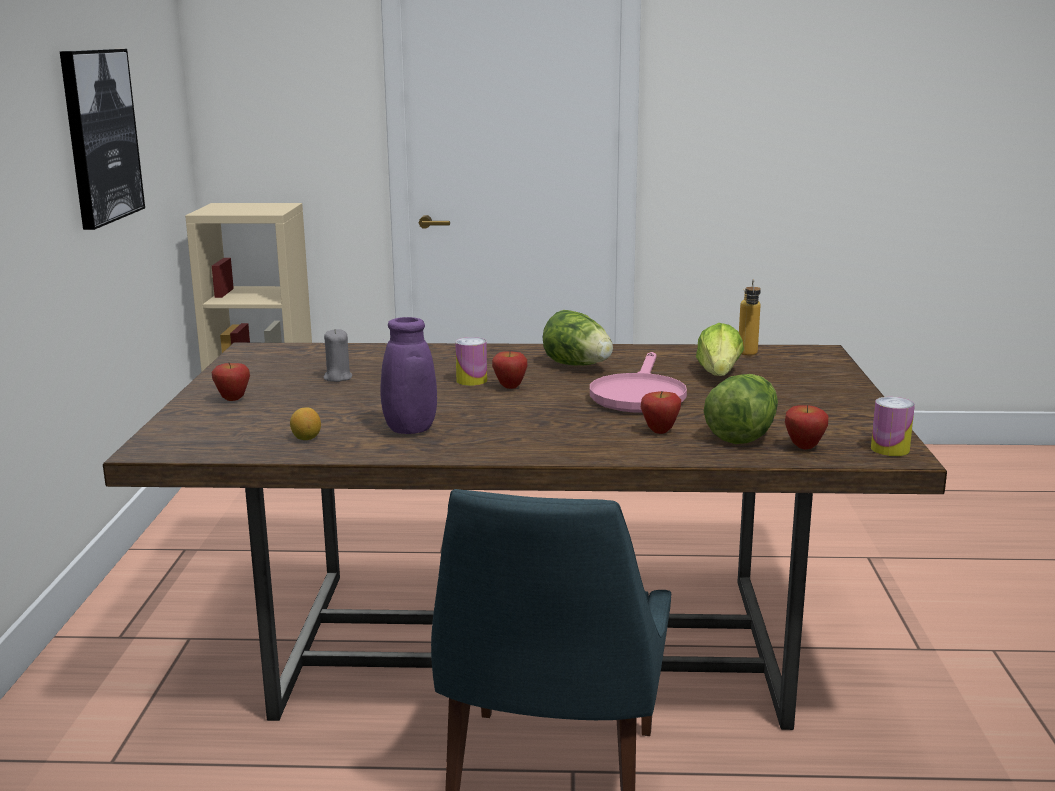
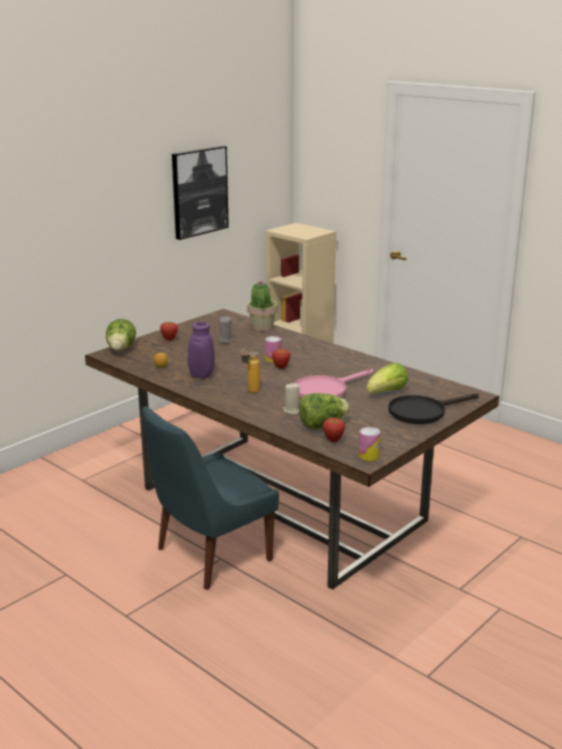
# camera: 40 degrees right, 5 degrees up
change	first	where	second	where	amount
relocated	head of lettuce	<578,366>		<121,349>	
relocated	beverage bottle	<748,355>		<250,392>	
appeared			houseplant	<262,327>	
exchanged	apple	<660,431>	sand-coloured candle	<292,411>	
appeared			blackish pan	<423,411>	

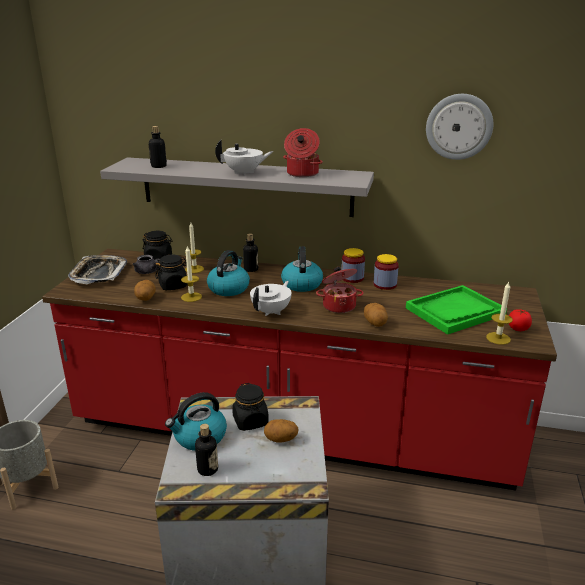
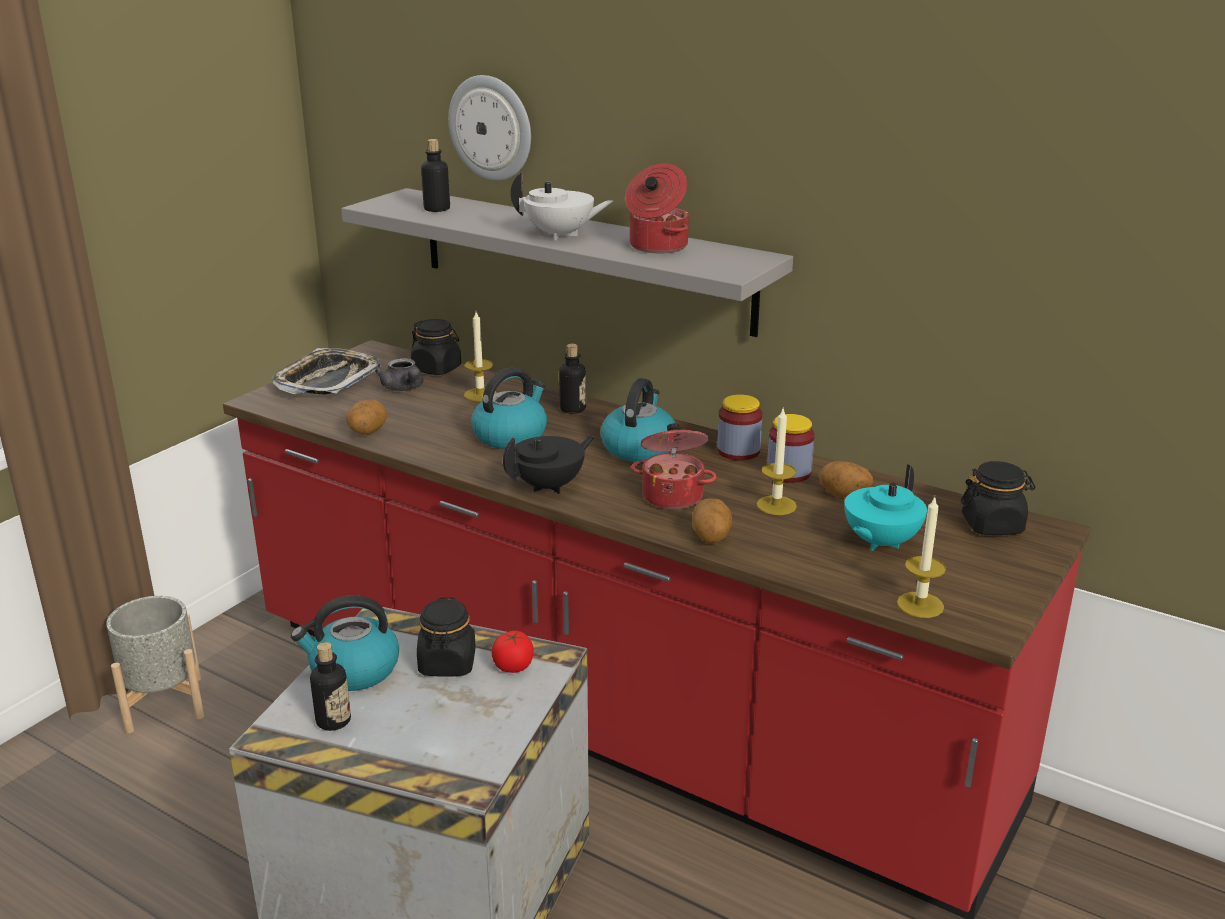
# camera: 20 degrees right, 0 degrees up
change	first	where	second	where	amount
relocated	wall clock	<459,126>		<491,128>	
relocated	tomato	<518,328>		<513,666>	
colour	white tea pot	<271,311>	blackish tea pot	<550,486>	
relocated	candle	<191,297>		<776,505>	
relocated	spud	<281,440>		<843,495>	
exchanged	greenish serving tray	<455,311>	turquoise-coloured tea pot	<879,542>	
relocated	blackish storage jar	<173,285>		<992,525>	

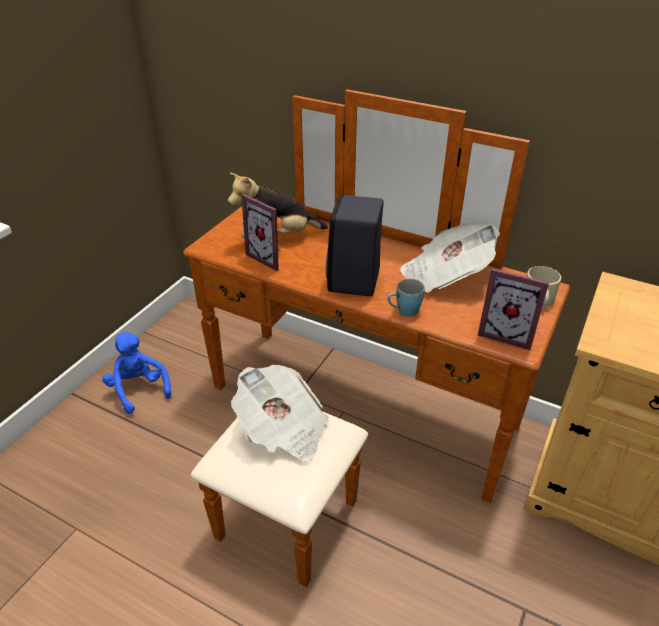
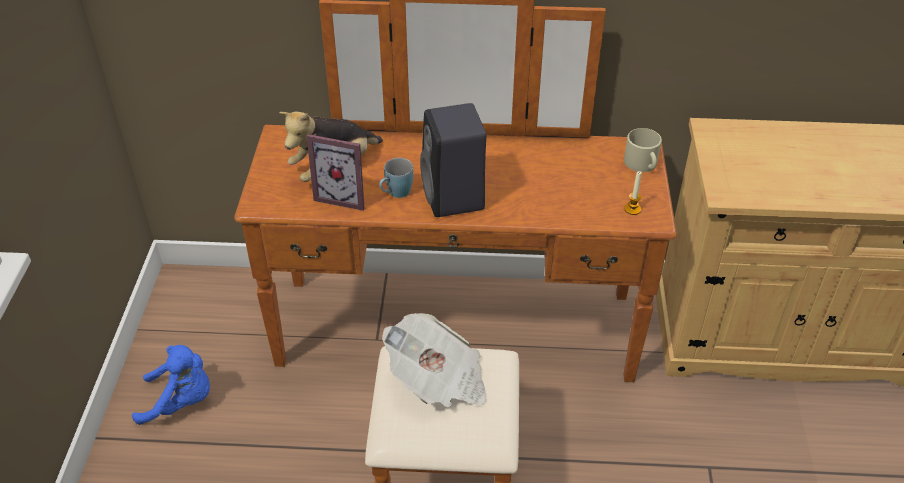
# camera: 25 degrees left, 5 degrees up
change	first	where	second	where	amount
spun	blue soft toy	<139,389>		<181,401>	150 degrees clockwise
relocated	blue coffee mug	<403,311>		<395,193>	
exchanged	photo frame	<506,333>	candle	<632,209>	
missing	newspaper	<445,275>			

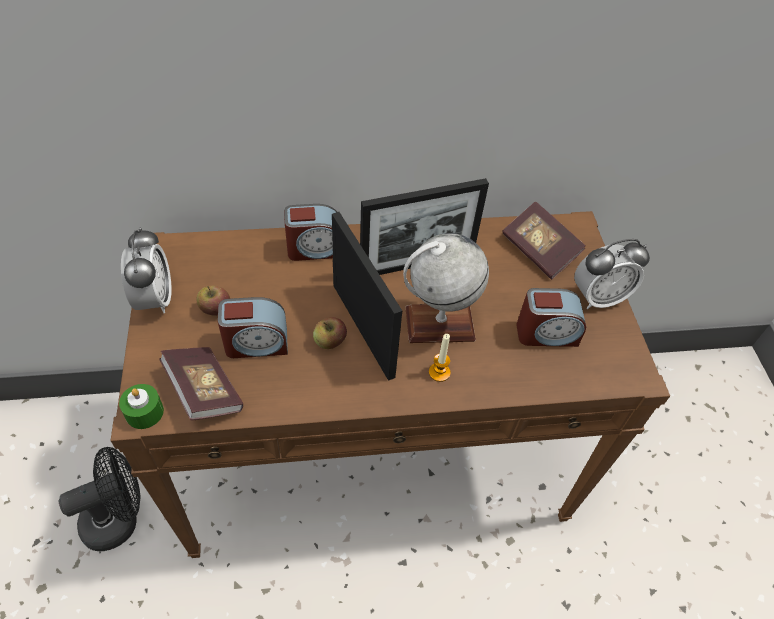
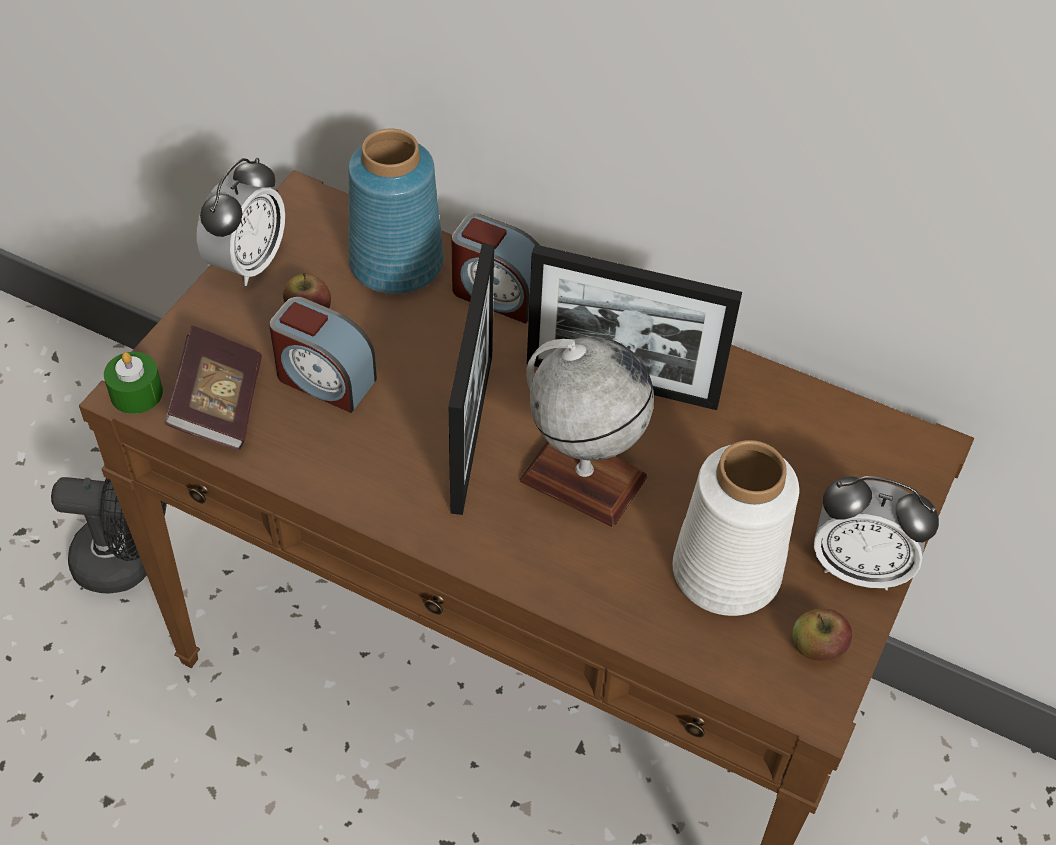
# camera: 35 degrees right, 0 degrees up
change	first	where	second	where	amount
appeared			blue decorative vase	<395,262>	
exchanged	table clock	<546,333>	white decorative vase	<728,572>	
relocated	apple	<330,341>		<817,647>	
missing	candle	<439,372>			
missing	volume	<539,251>			

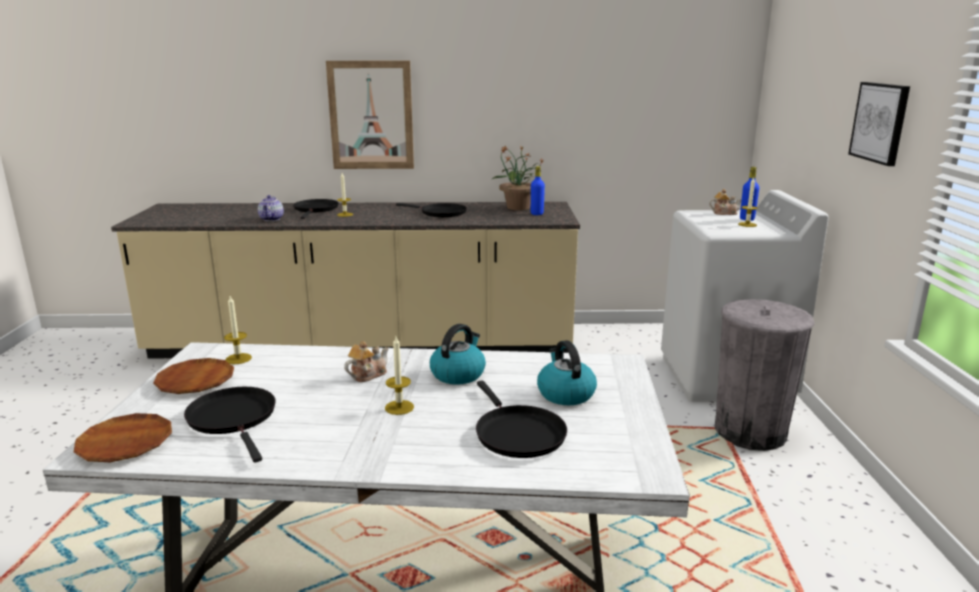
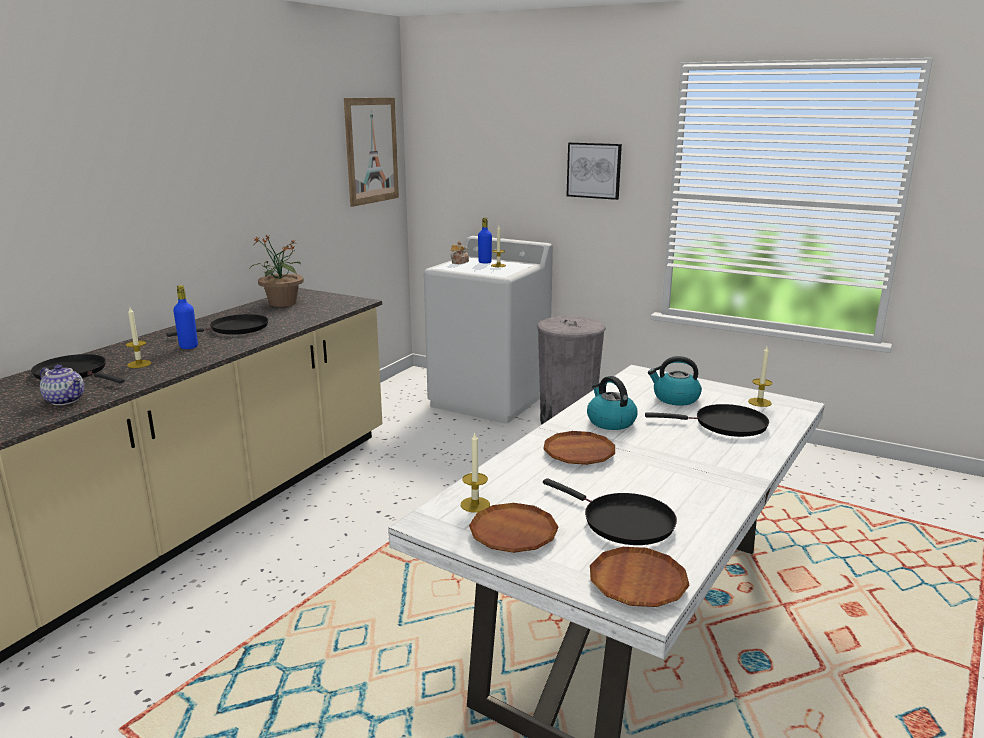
# camera: 60 degrees left, 0 degrees up
change	first	where	second	where	amount
relocated	blue beverage bottle	<537,214>		<188,347>	
relocated	picture	<371,115>		<371,151>	
exchanged	tea pot	<367,375>	brownish plate	<579,453>	
spun	blackish pan	<234,418>		<623,522>	135 degrees counterclockwise
relocated	candle	<399,407>		<759,402>	

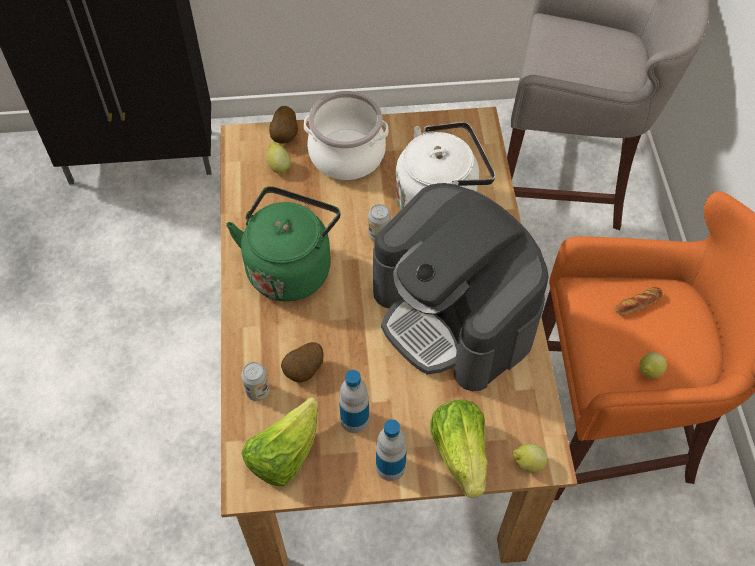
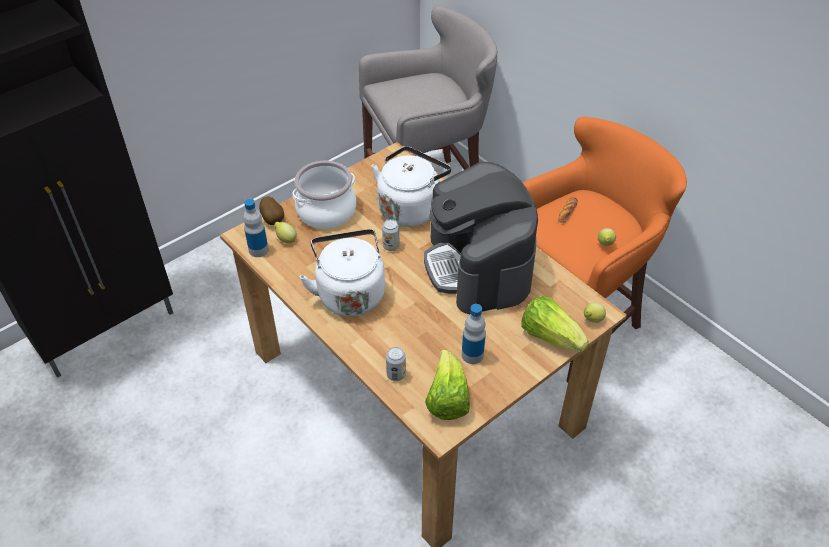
# camera: 35 degrees left, 10 degrees down
change	first	where	second	where	amount
relocated	beverage bottle	<390,467>		<258,250>	
colour	greenish tea kettle	<290,267>	white tea kettle	<349,293>	
spun	coffee machine	<454,316>		<478,266>	60 degrees clockwise
missing	spud	<304,371>			

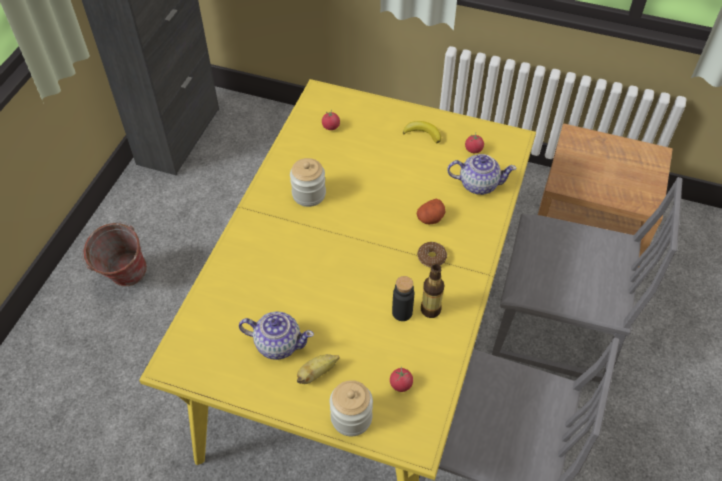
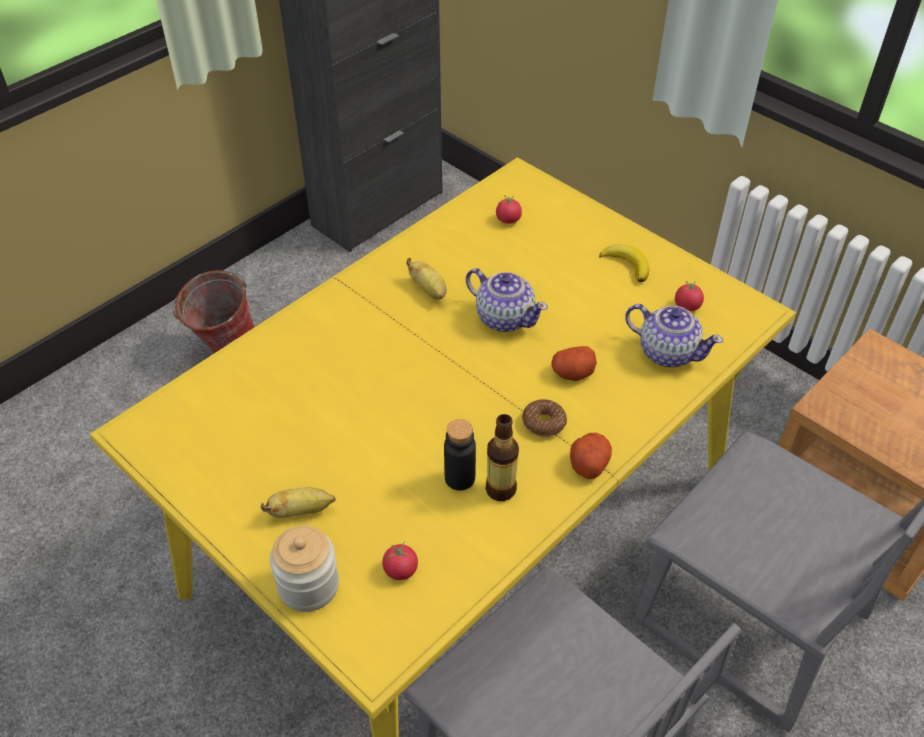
# camera: 25 degrees right, 5 degrees down
change	first	where	second	where	amount
exchanged	storage jar	<309,194>	whole banana	<429,290>	
relocated	tea pot	<277,343>		<504,317>	
appeared			spud	<588,463>	

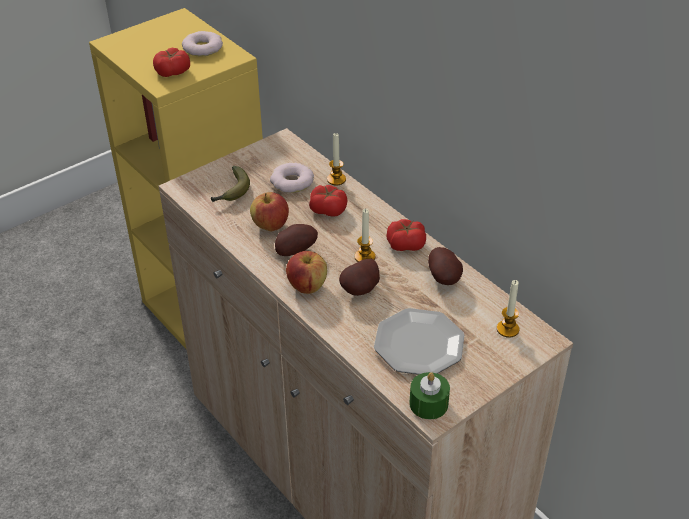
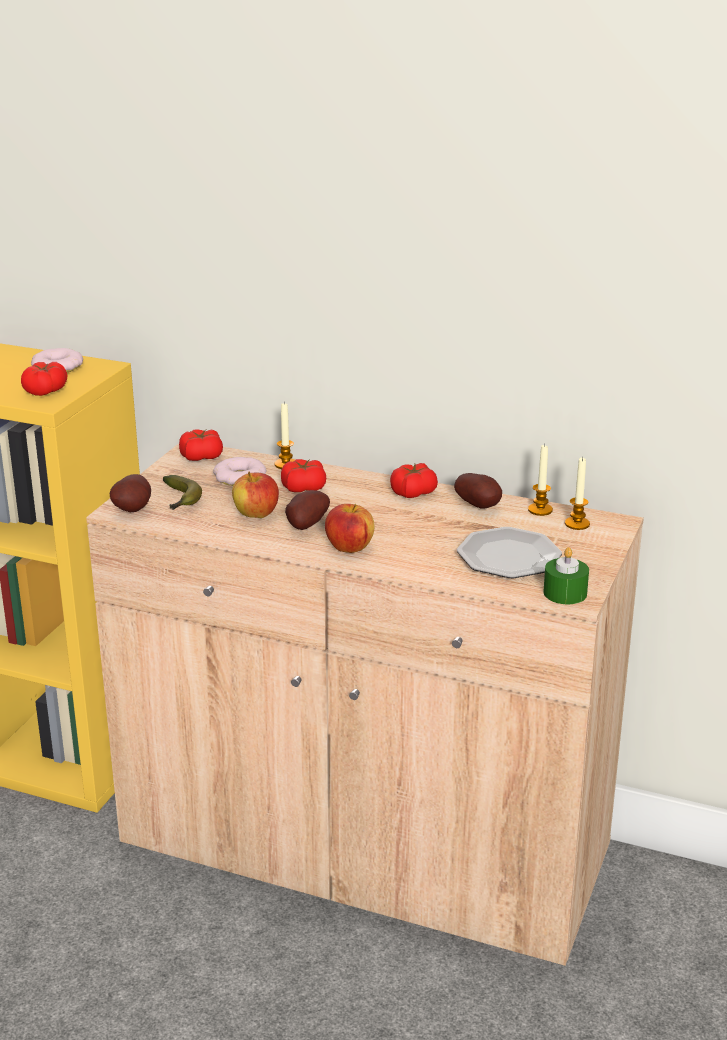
# camera: 30 degrees left, 15 degrees down
change	first	where	second	where	amount
relocated	spud	<362,290>		<134,510>	
appeared			tomato	<201,456>	
relocated	candle	<364,257>		<540,510>	

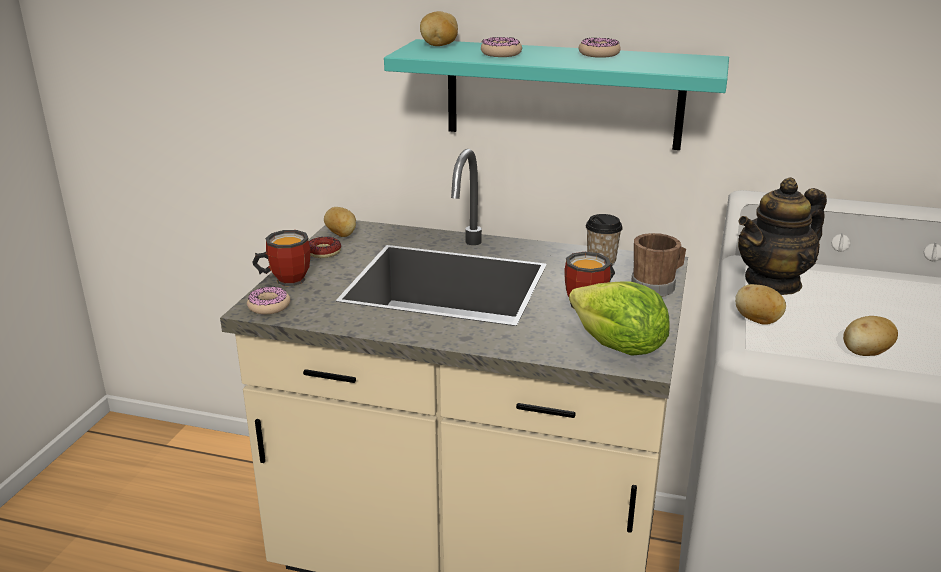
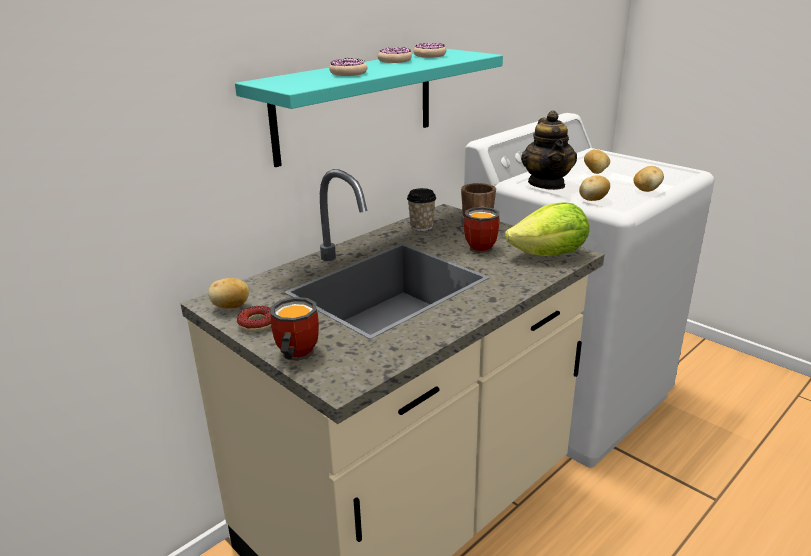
# camera: 60 degrees left, 0 degrees up
change	first	where	second	where	amount
relocated	donut	<269,306>		<429,55>	
relocated	spud	<439,45>		<596,172>	

